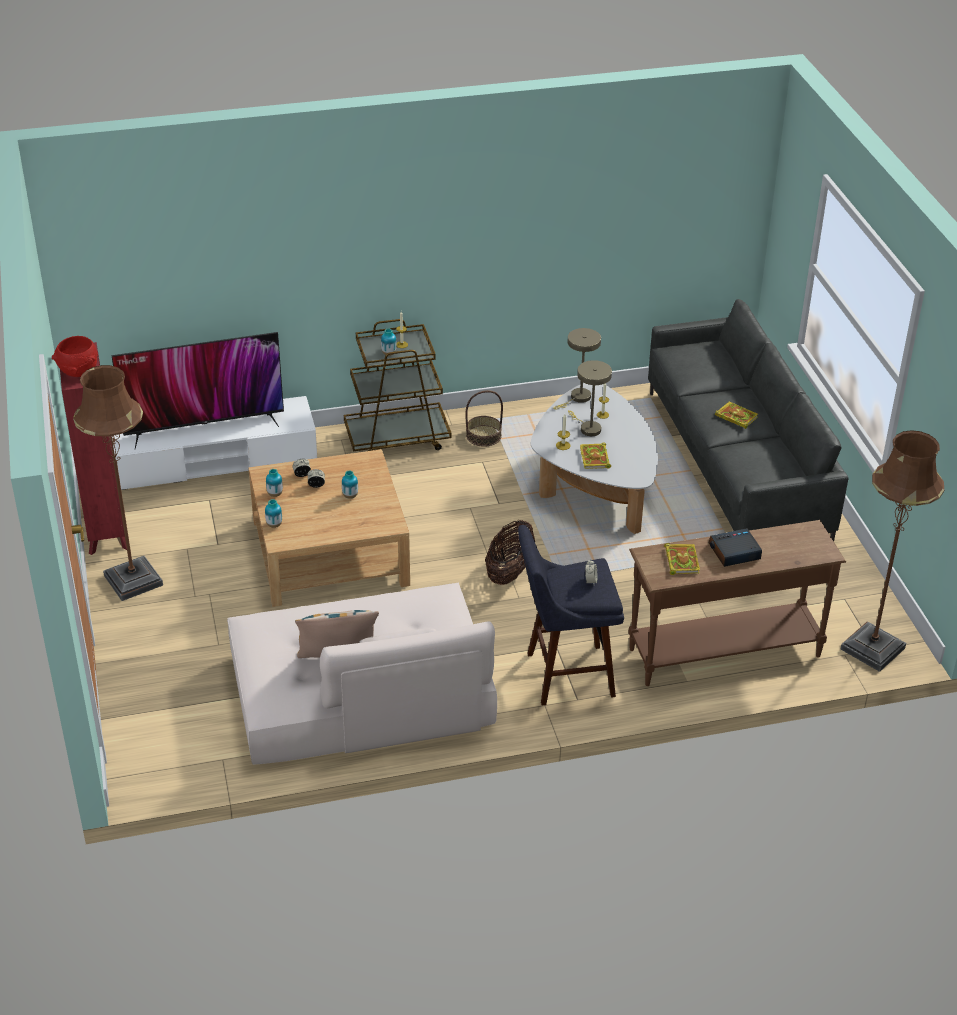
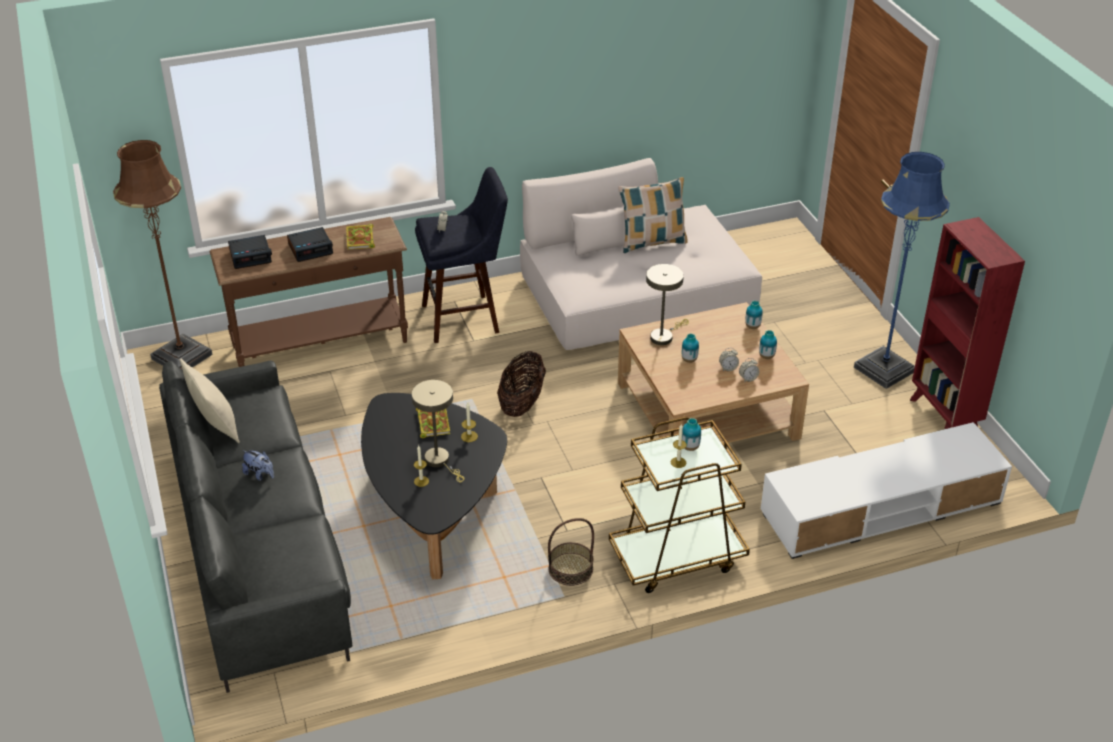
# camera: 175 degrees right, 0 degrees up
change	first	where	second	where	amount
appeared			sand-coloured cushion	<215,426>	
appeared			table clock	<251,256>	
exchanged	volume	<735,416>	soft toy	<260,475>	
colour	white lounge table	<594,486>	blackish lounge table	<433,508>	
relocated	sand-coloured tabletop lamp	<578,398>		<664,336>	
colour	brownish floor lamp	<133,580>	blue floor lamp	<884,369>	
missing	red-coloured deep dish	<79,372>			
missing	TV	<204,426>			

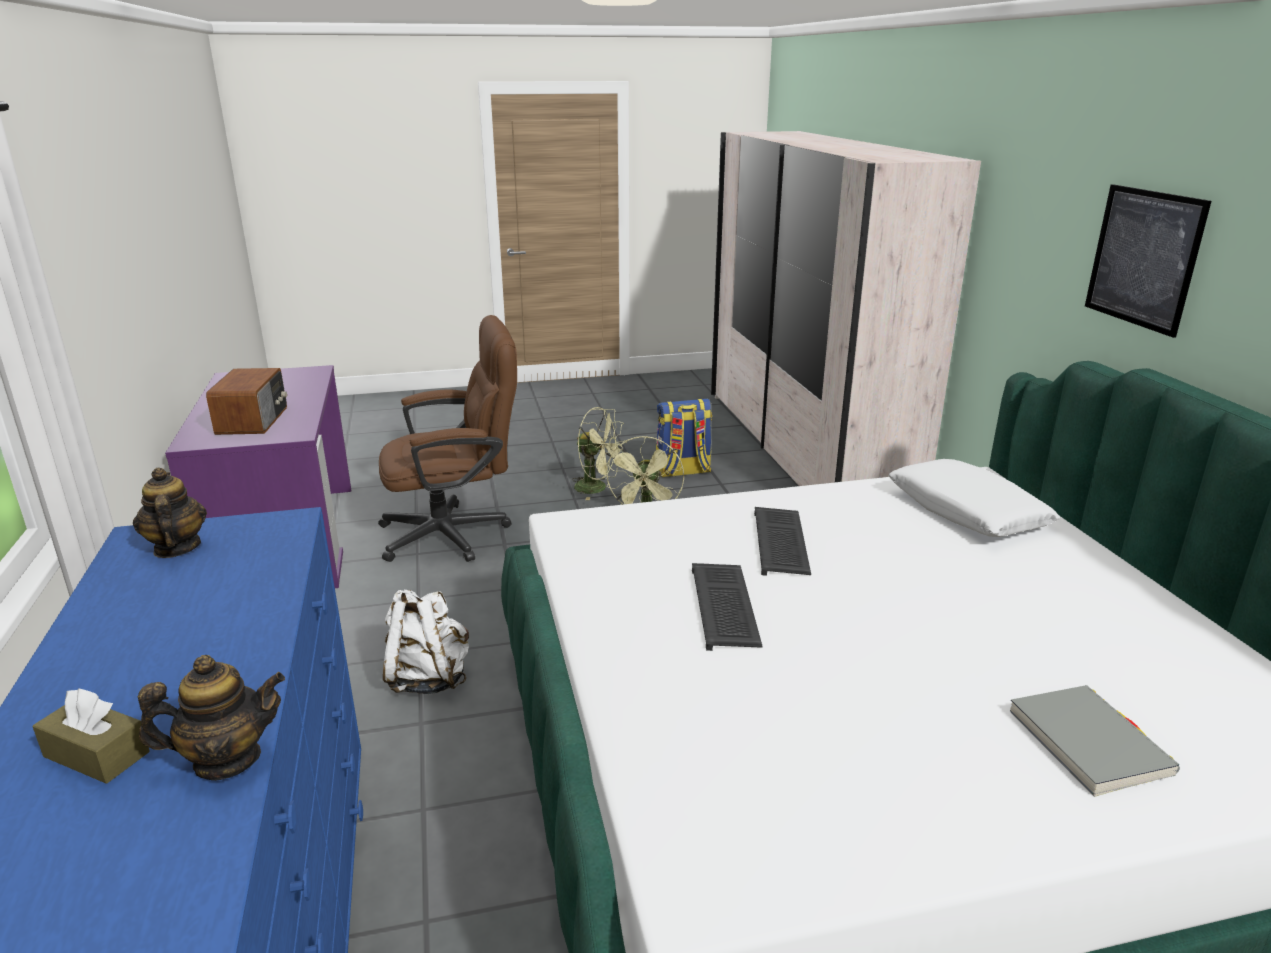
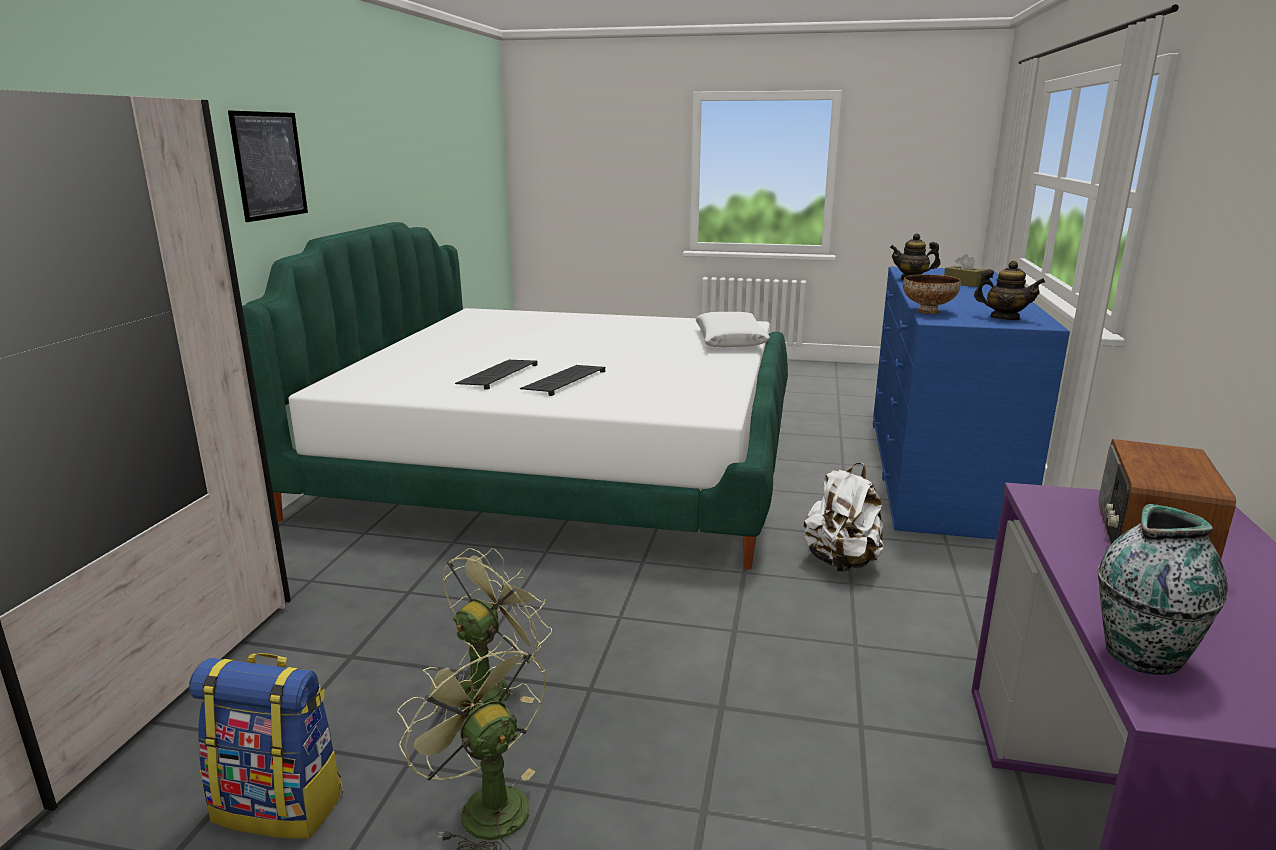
# camera: 155 degrees left, 5 degrees down
change	first	where	second	where	amount
relocated	keyboard	<726,608>		<498,375>	
relocated	white cushion	<966,512>		<730,341>	
appeared			deep dish	<928,311>	
spun	tea pot	<176,548>		<1004,318>	60 degrees counterclockwise
appeared			decorative vase	<1143,655>	
missing	brownish computer chair	<456,533>			
missing	greyish volume	<1088,743>			

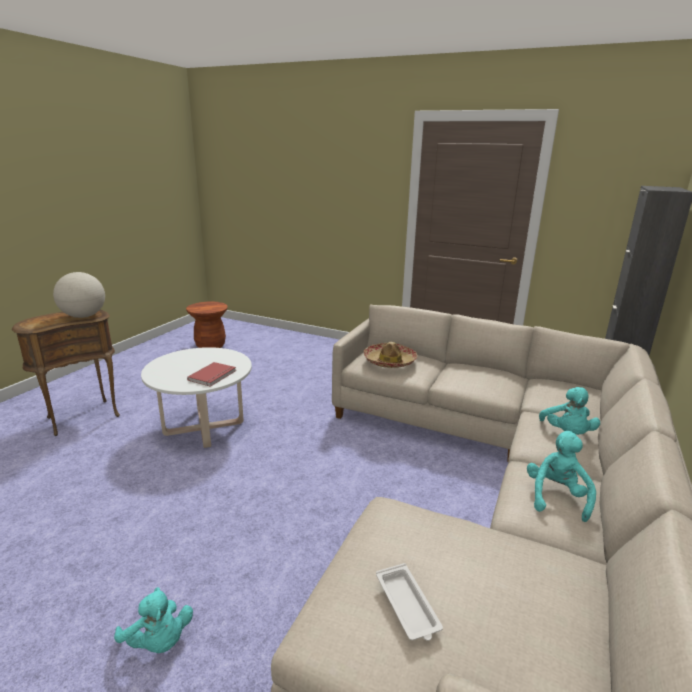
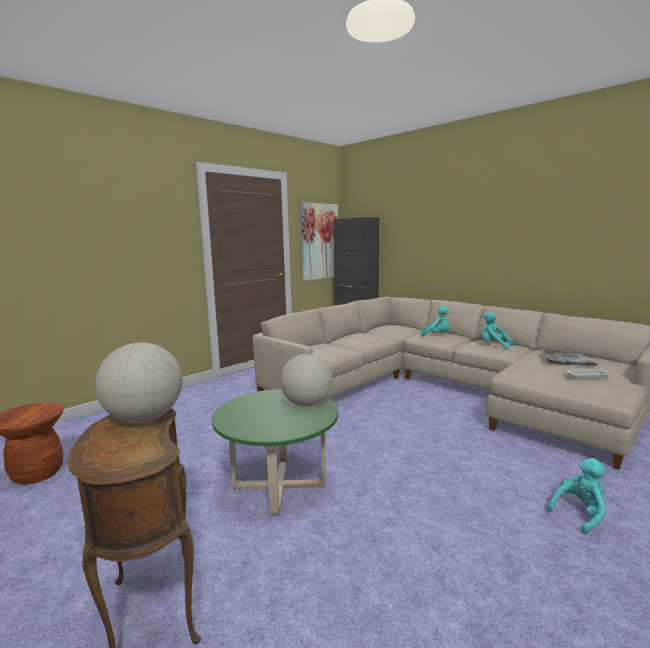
# camera: 70 degrees left, 10 degrees down
change	first	where	second	where	amount
colour	white lounge table	<204,428>	greenish lounge table	<279,486>	
exchanged	red-coloured volume	<213,376>	globe	<307,404>	
appeared			picture	<319,241>	
appeared			greyish serving tray	<566,360>	
missing	hat	<389,361>			

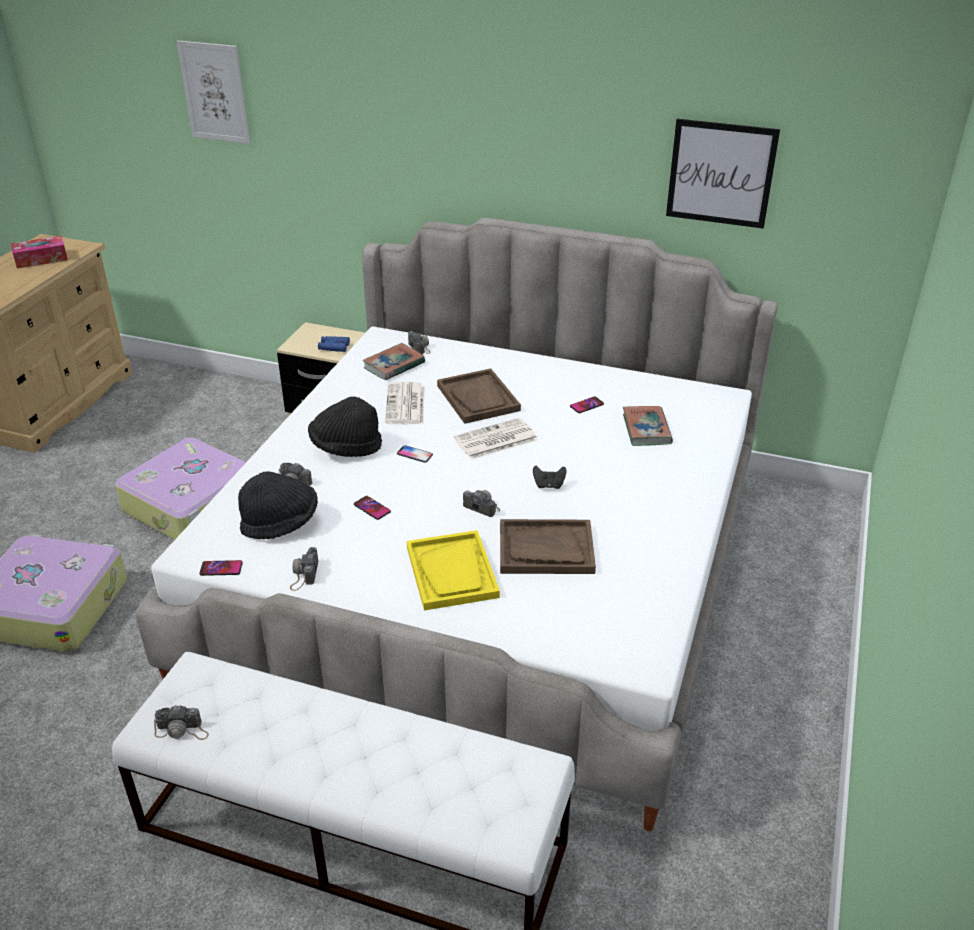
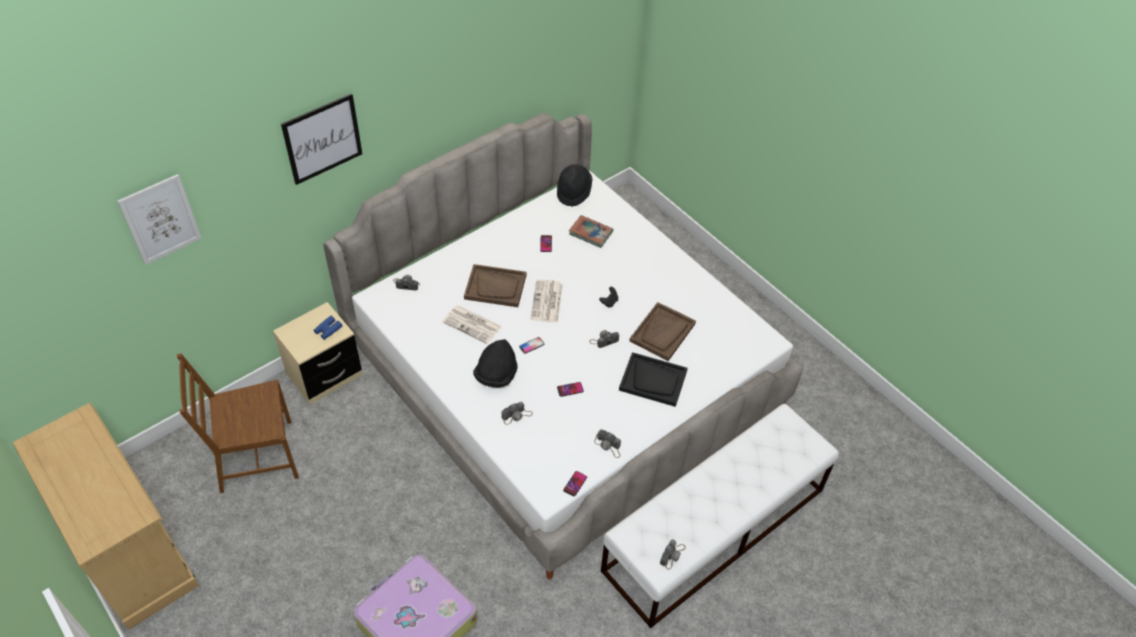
# camera: 60 degrees left, 15 degrees up
change	first	where	second	where	amount
appeared			brownish upright chair	<255,457>	
relocated	picture	<721,173>		<322,139>	
relocated	blackish hat	<280,523>		<573,192>	
colour	yellow serving tray	<452,572>	blackish serving tray	<653,380>	
missing	tissue holder	<41,259>			
missing	piece of luggage	<193,504>			
missing	volume	<394,365>			

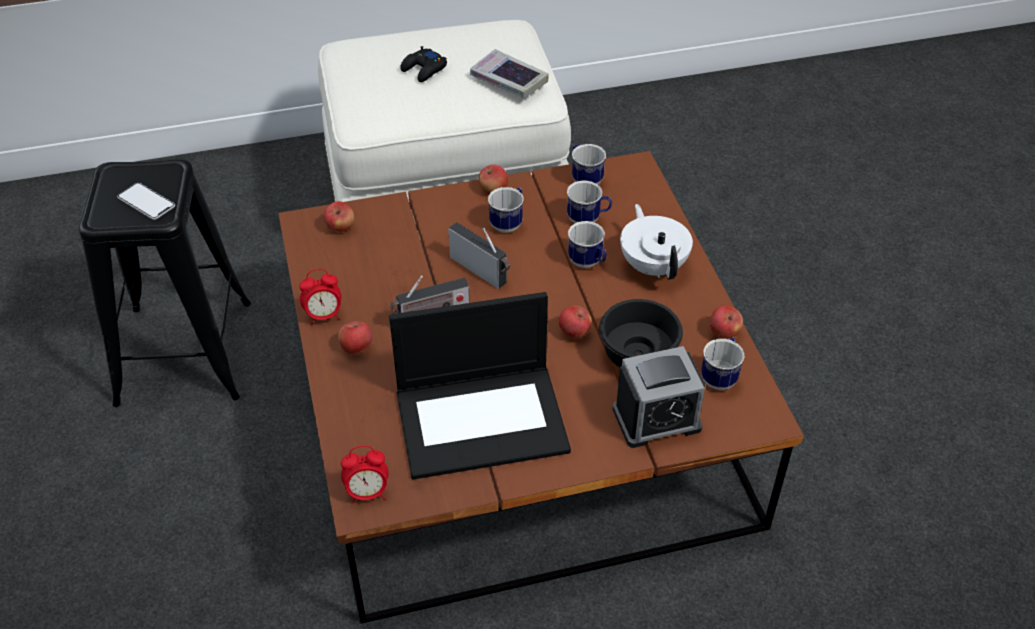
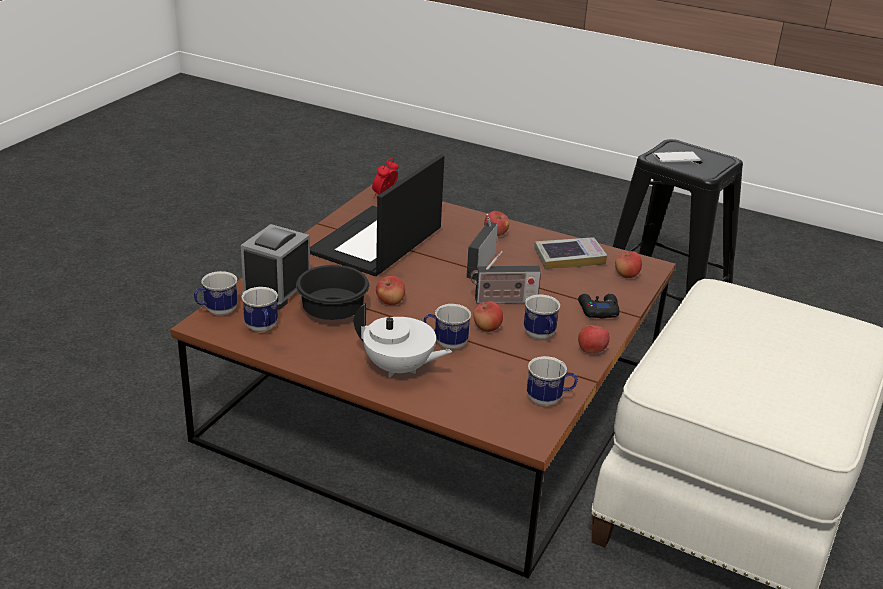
# camera: 130 degrees right, 15 degrees down
change	first	where	second	where	amount
relocated	coffee mug	<588,220>		<216,312>	
relocated	apple	<724,333>		<487,328>	
relocated	volume	<509,80>		<569,257>	
relocated	blackish game controller	<424,70>		<597,310>	
missing	table clock	<324,316>			

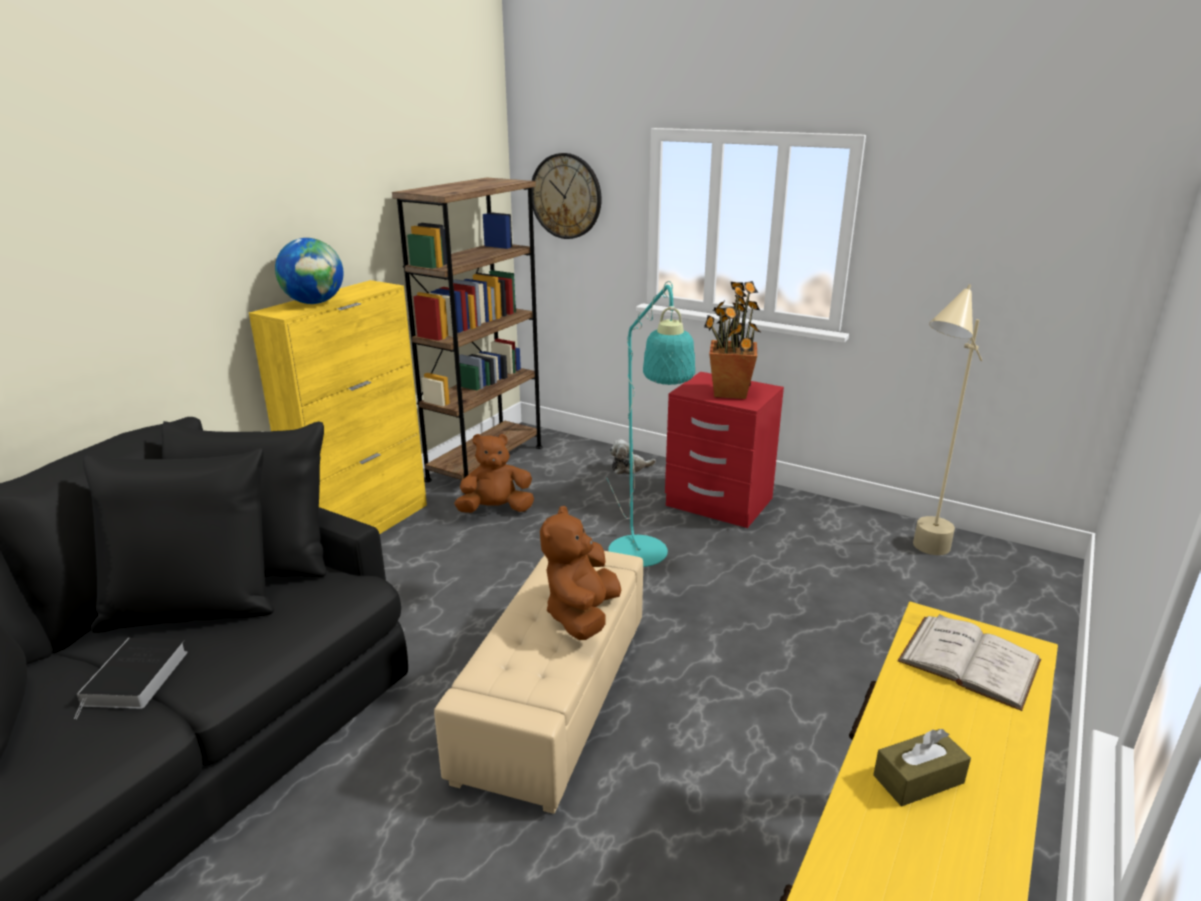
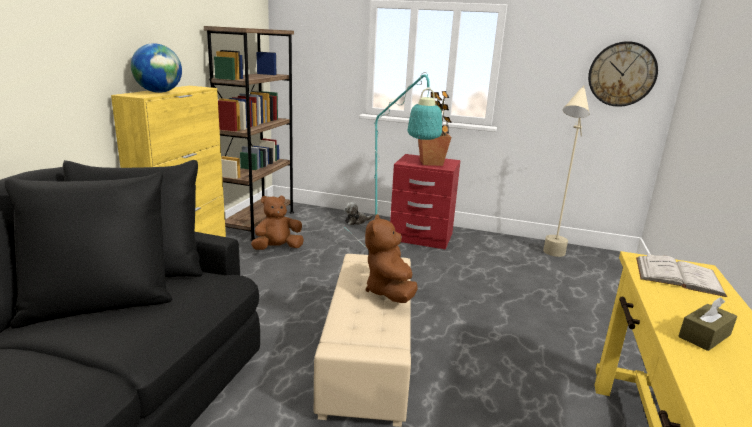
# camera: 15 degrees left, 5 degrees down
change	first	where	second	where	amount
relocated	wall clock	<566,196>		<622,74>	
missing	volume	<136,680>			

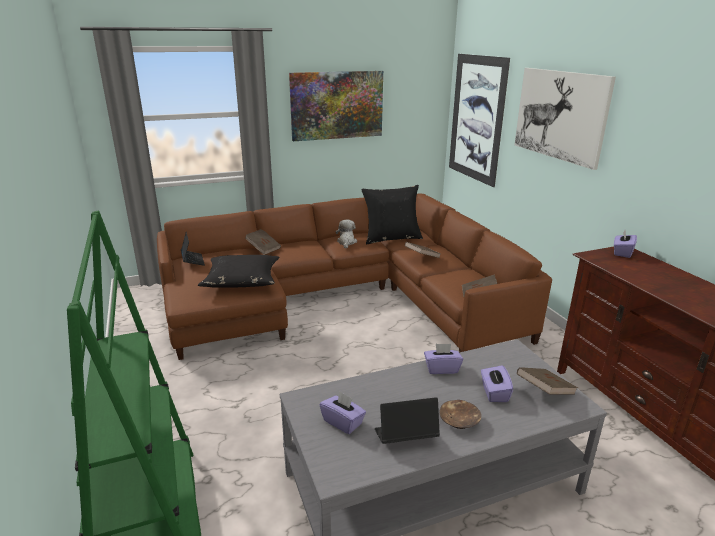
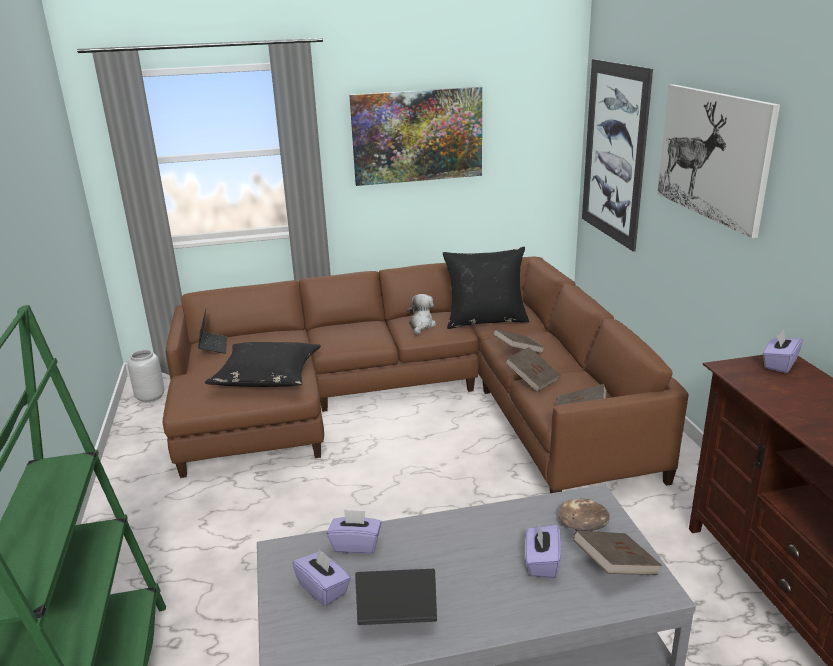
# camera: 10 degrees right, 0 degrees up
change	first	where	second	where	amount
appeared			greyish decorative vase	<150,398>	
relocated	purplish tissue holder	<441,368>		<356,544>	
relocated	brownish volume	<263,248>		<532,379>	
relocated	brownish deep dish	<459,421>		<583,523>	

